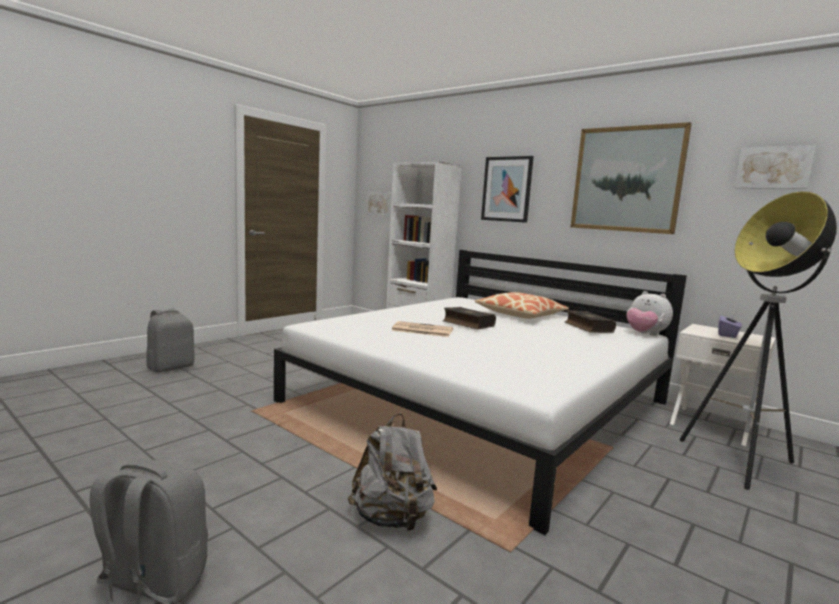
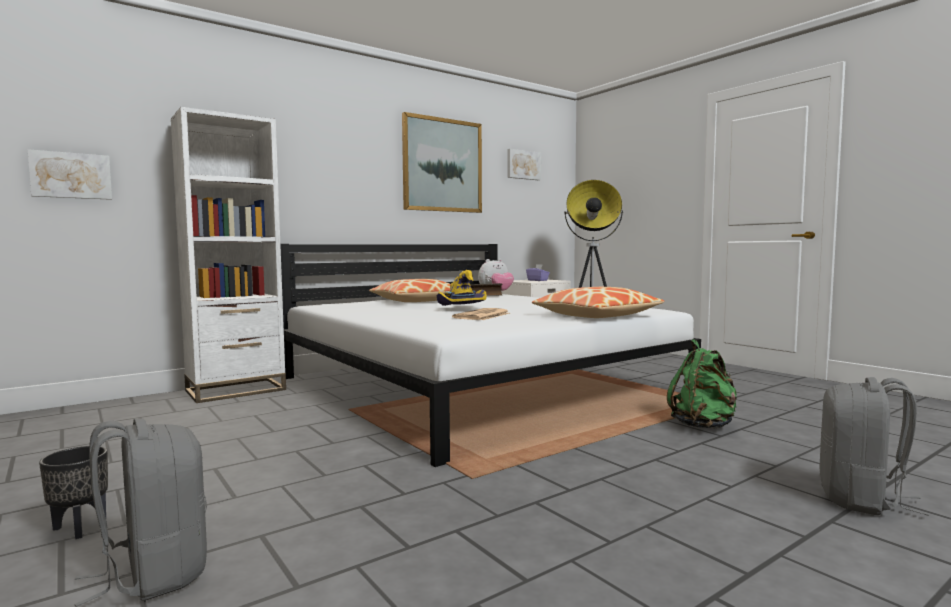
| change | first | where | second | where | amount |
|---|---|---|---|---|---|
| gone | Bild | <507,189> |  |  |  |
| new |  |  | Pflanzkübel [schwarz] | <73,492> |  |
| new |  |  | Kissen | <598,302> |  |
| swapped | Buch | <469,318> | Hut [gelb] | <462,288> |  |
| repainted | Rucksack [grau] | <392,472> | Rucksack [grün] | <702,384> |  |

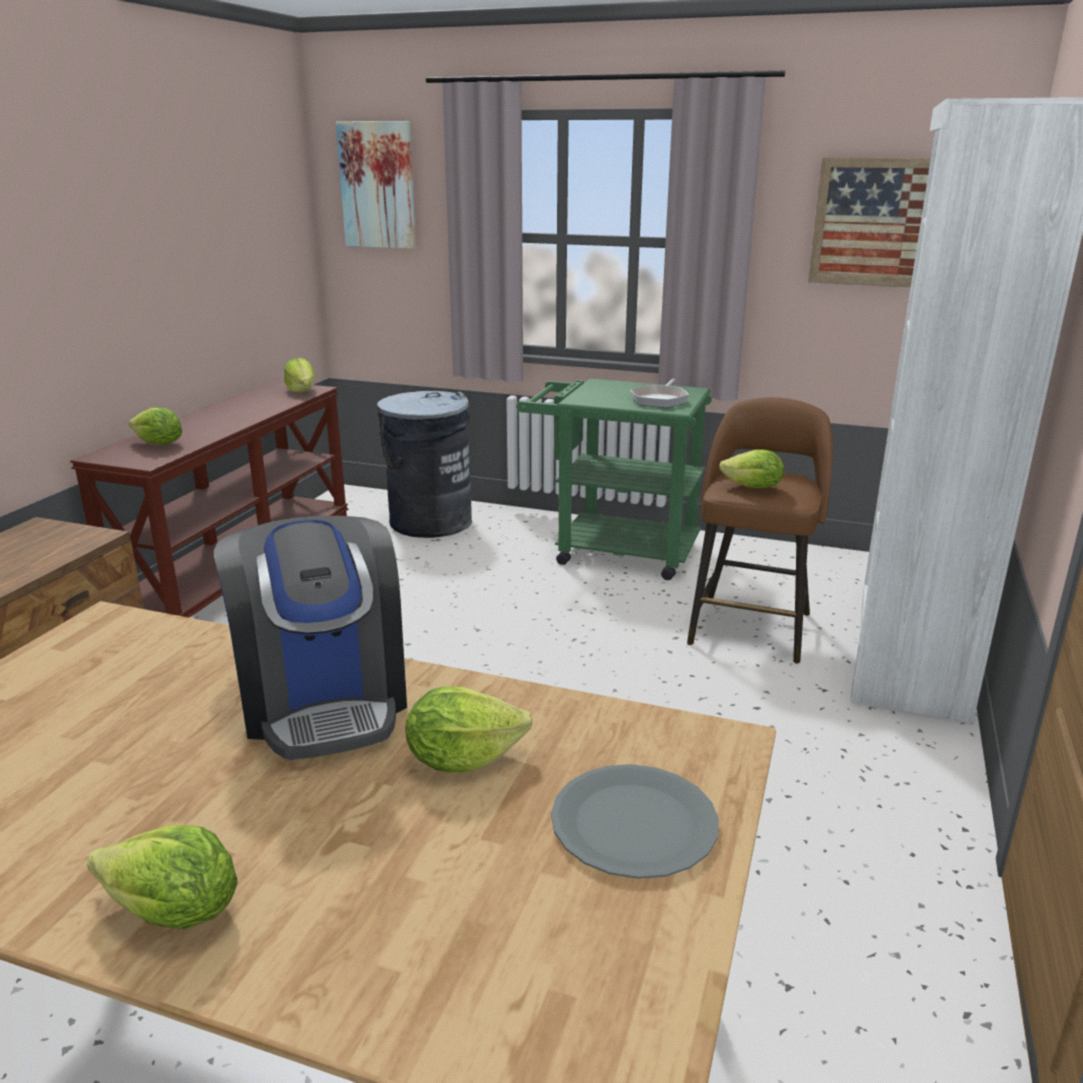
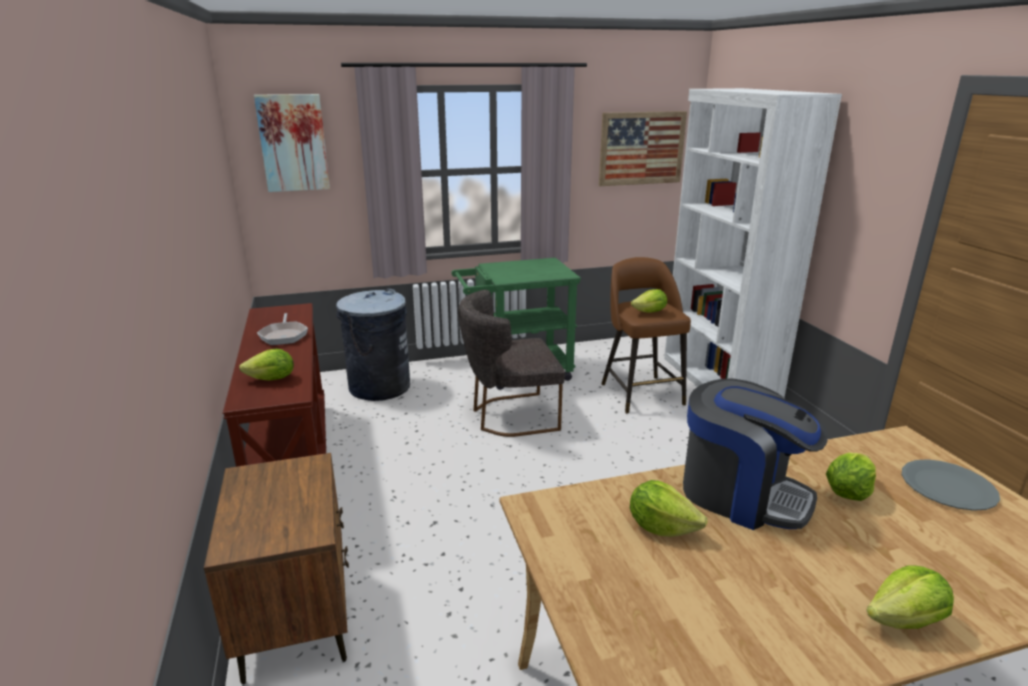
| change | first | where | second | where | amount |
|---|---|---|---|---|---|
| new |  |  | Stuhl [grau] | <511,363> |  |
| shifted | Salatkopf | <299,375> |  | <669,508> |  |
| shifted | Pfanne | <659,393> |  | <282,329> |  |

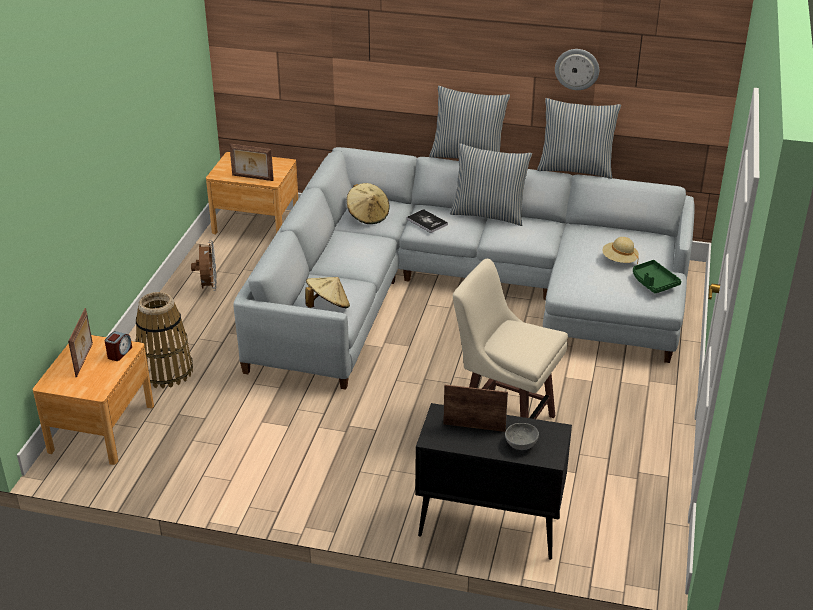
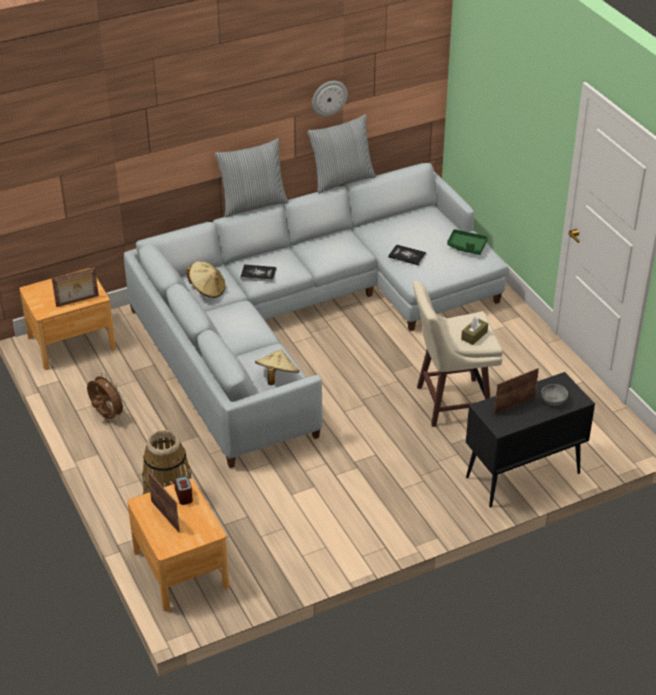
| change | first | where | second | where | amount |
|---|---|---|---|---|---|
| gone | Kissen | <491,184> |  |  |  |
| gone | Hut [beige] | <620,250> |  |  |  |
| new |  |  | Buch | <407,255> |  |
| new |  |  | Taschentuchbox [braun] | <474,331> |  |

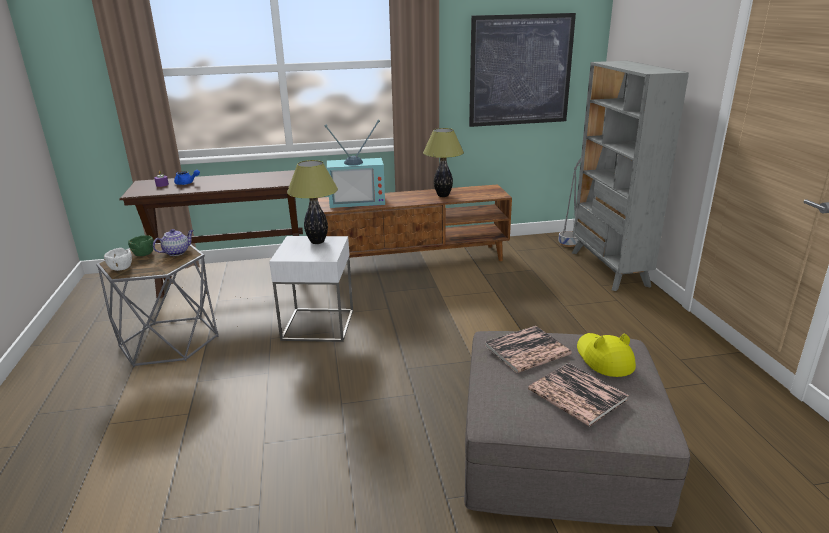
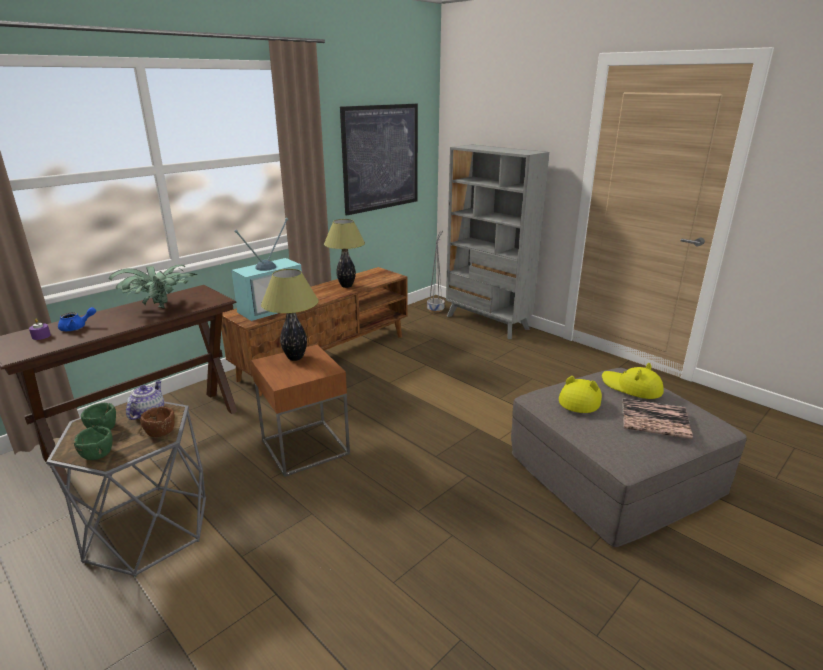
| change | first | where | second | where | amount |
|---|---|---|---|---|---|
| new |  |  | Topfpflanze | <152,287> |  |
| new |  |  | Schüssel [braun] | <157,421> |  |
| swapped | Buch | <528,349> | Hut [gelb] | <580,394> |  |
| repainted | Schüssel [weiß] | <118,259> | Schüssel [grün] | <93,443> |  |
| repainted | Beistelltisch [weiß] | <311,289> | Beistelltisch [braun] | <300,410> |  |

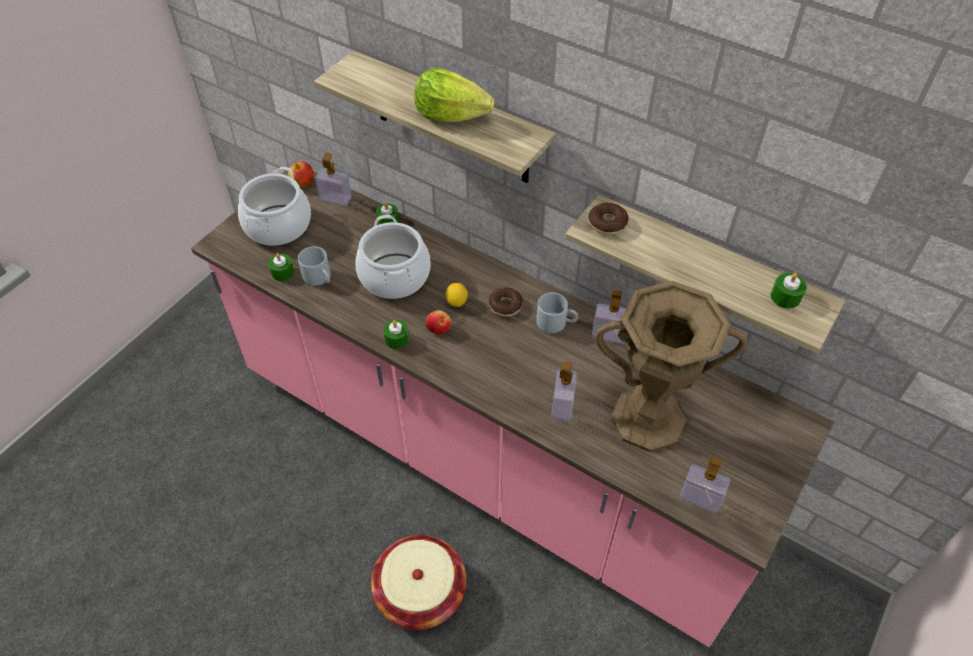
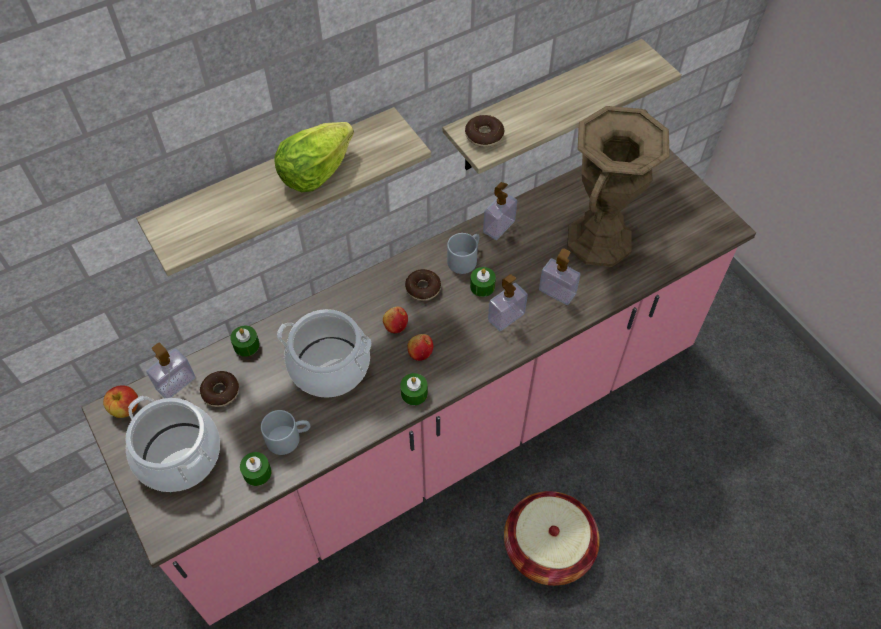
| change | first | where | second | where | amount |
|---|---|---|---|---|---|
| new |  |  | Donut | <219,389> |  |
| shifted | Seifenspender | <705,484> |  | <508,302> |  |
| shifted | Kerze [grün] | <789,291> |  | <483,282> |  |
| swapped | Zitrone | <457,295> | Apfel | <395,319> |  |

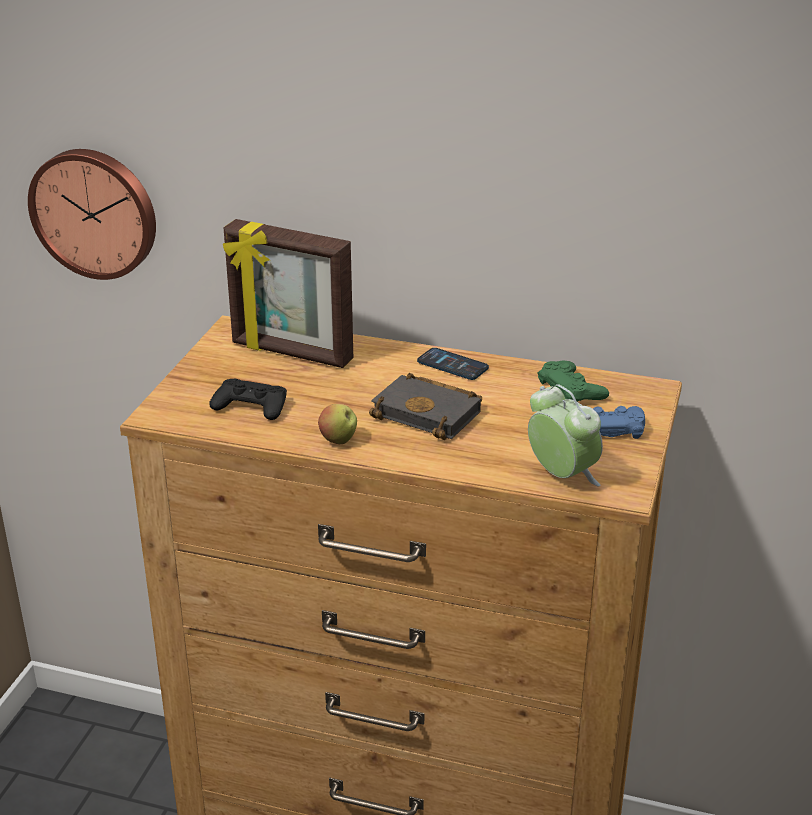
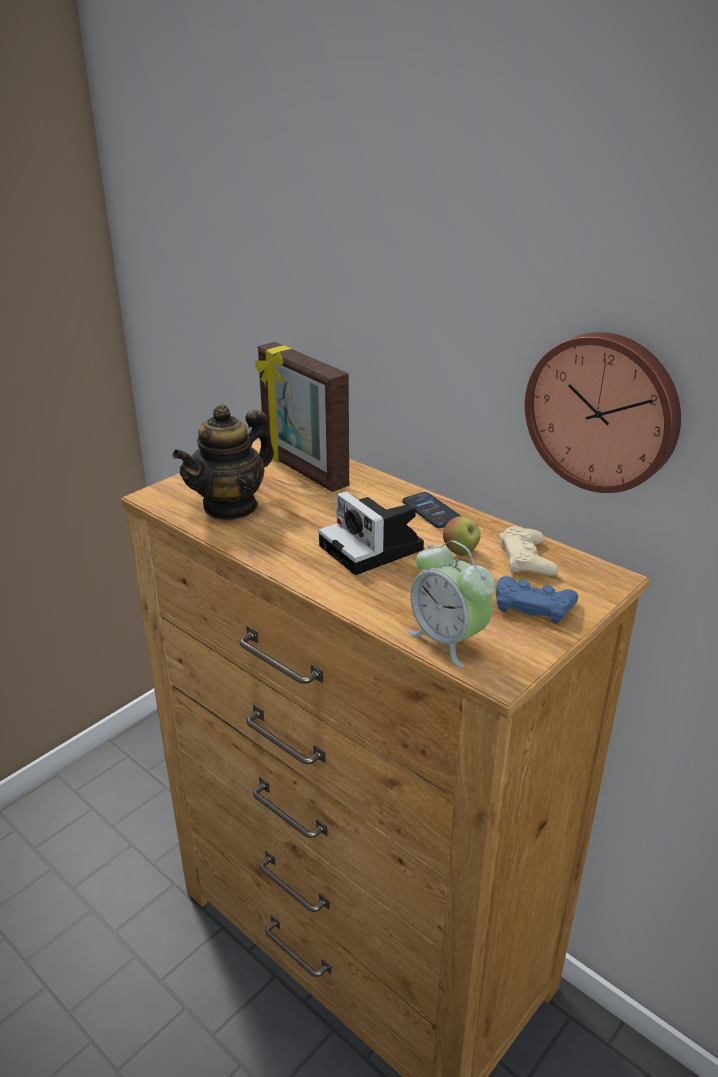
| change | first | where | second | where | amount |
|---|---|---|---|---|---|
| shifted | Wanduhr | <92,214> |  | <603,412> |  |
| shifted | Apfel | <337,424> |  | <462,536> |  |
| swapped | Gamepad [schwarz] | <248,399> | Teekanne | <223,462> |  |
| swapped | Buch [schwarz] | <425,406> | Kamera | <371,533> |  |
| repainted | Gamepad [grün] | <573,381> | Gamepad [beige] | <528,551> |  |
| rotated | Wecker | <565,435> |  | <451,603> | 150 degrees clockwise |

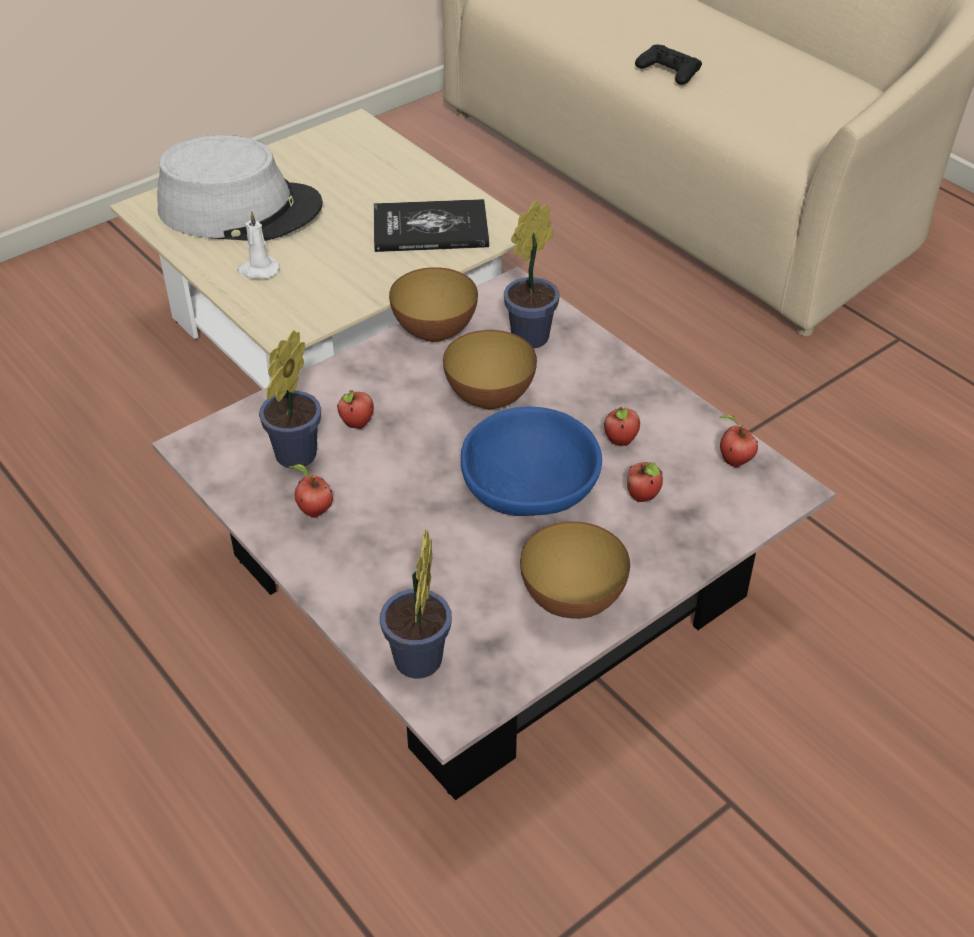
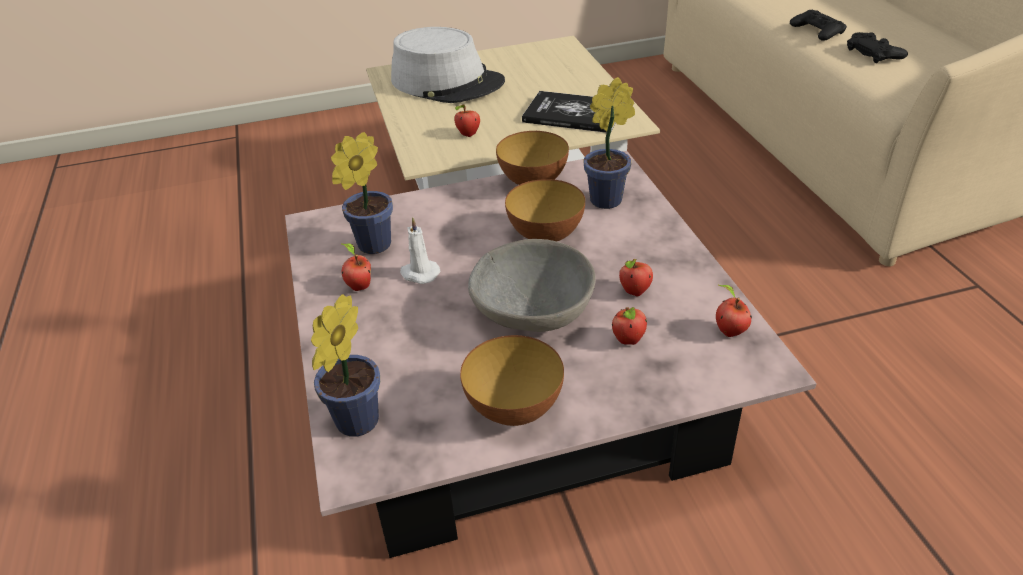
| change | first | where | second | where | amount |
|---|---|---|---|---|---|
| new |  |  | Gamepad [schwarz] | <877,47> |  |
| shifted | Kerze [weiß] | <258,245> |  | <420,250> |  |
| shifted | Apfel | <355,409> |  | <467,120> |  |
| repainted | Schüssel [blau] | <531,461> | Schüssel [grau] | <532,285> |  |

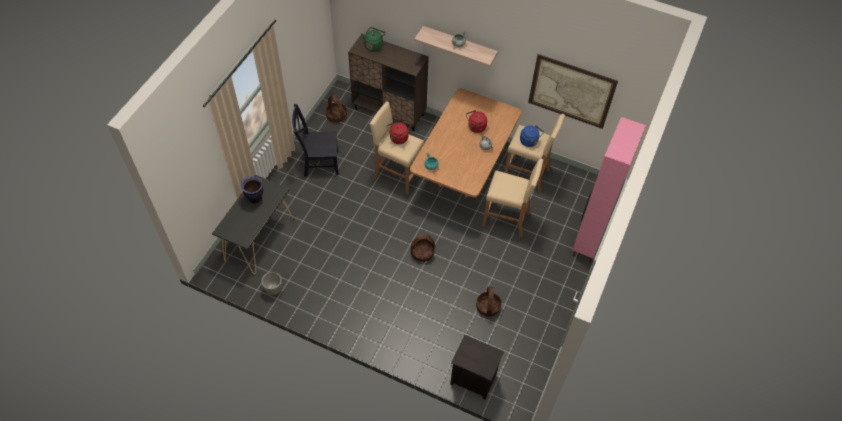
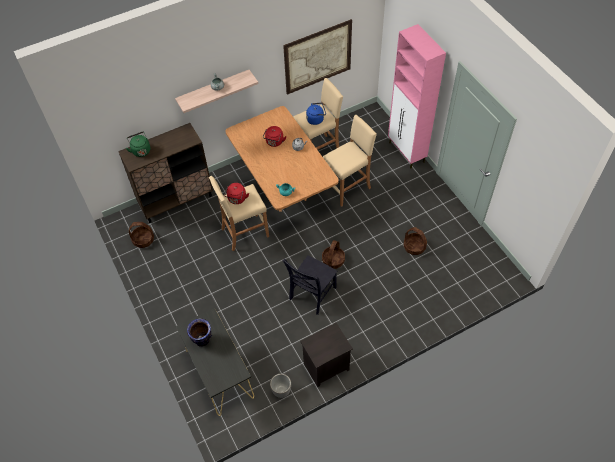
| change | first | where | second | where | amount |
|---|---|---|---|---|---|
| shifted | Stuhl [schwarz] | <315,140> |  | <309,285> |  |
| shifted | Nachttisch [schwarz] | <477,367> |  | <326,355> |  |

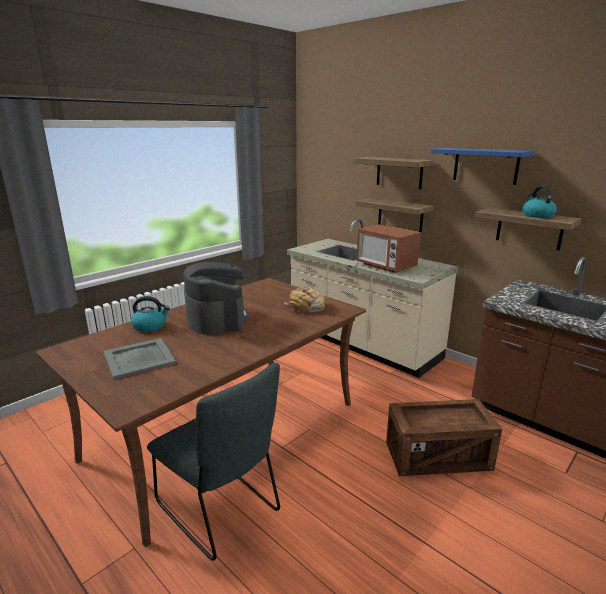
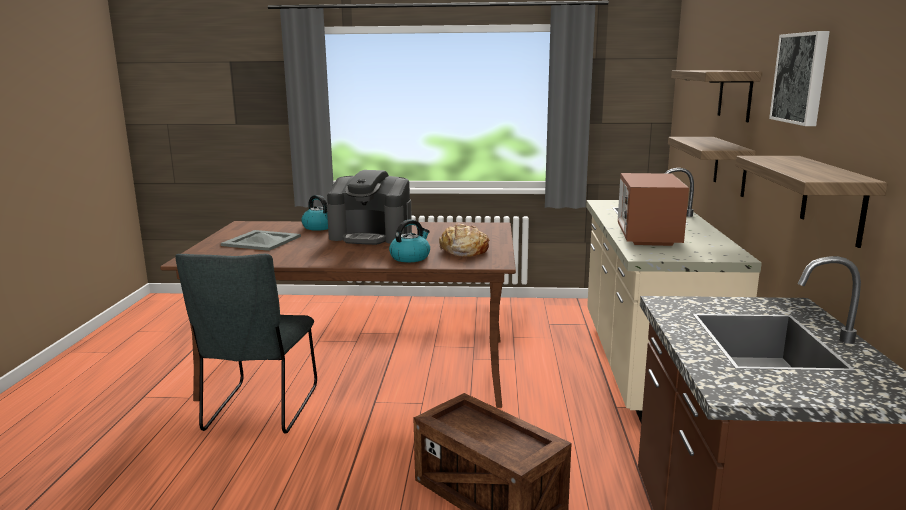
| change | first | where | second | where | amount |
|---|---|---|---|---|---|
| shifted | Wasserkessel | <540,202> |  | <409,240> |  |
| swapped | Wandregal [blau] | <482,166> | Bild | <799,78> |  |
| rotated | Kaffeemaschine | <216,298> |  | <369,207> | 75 degrees clockwise |

